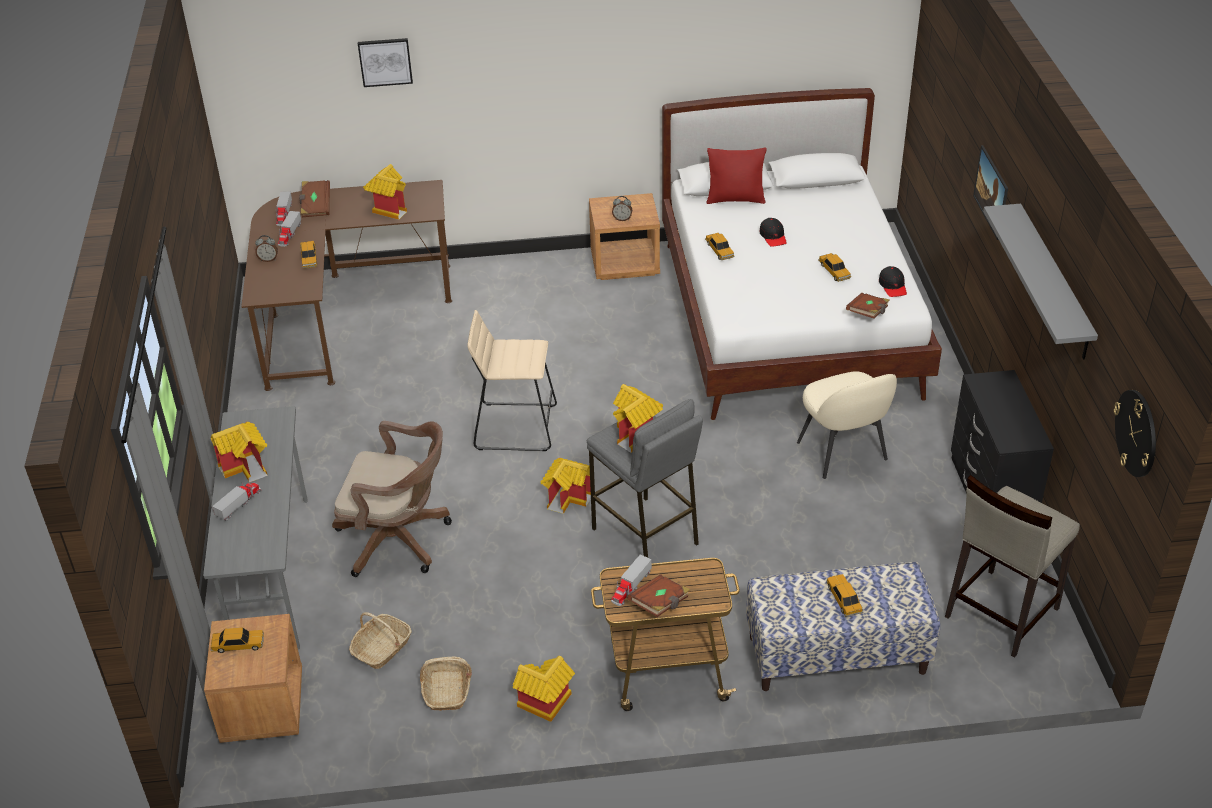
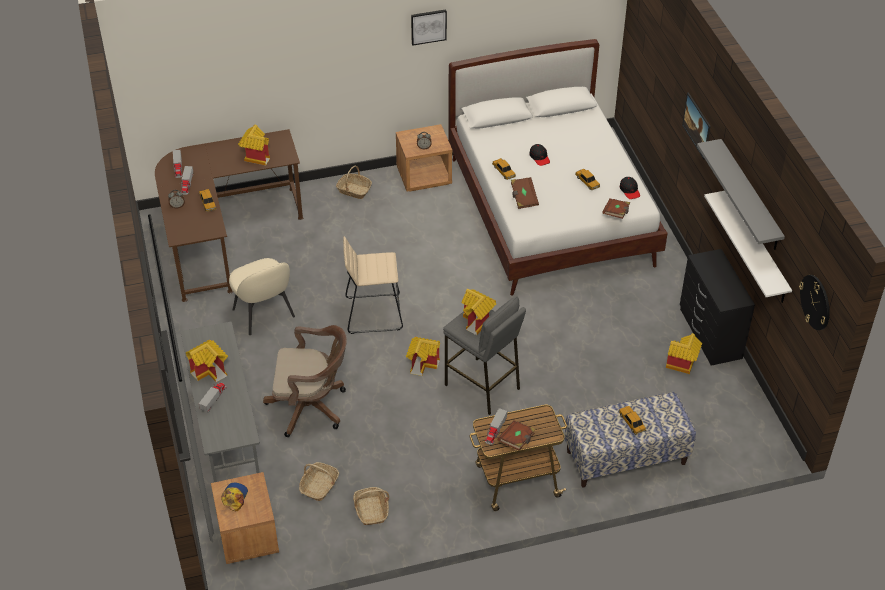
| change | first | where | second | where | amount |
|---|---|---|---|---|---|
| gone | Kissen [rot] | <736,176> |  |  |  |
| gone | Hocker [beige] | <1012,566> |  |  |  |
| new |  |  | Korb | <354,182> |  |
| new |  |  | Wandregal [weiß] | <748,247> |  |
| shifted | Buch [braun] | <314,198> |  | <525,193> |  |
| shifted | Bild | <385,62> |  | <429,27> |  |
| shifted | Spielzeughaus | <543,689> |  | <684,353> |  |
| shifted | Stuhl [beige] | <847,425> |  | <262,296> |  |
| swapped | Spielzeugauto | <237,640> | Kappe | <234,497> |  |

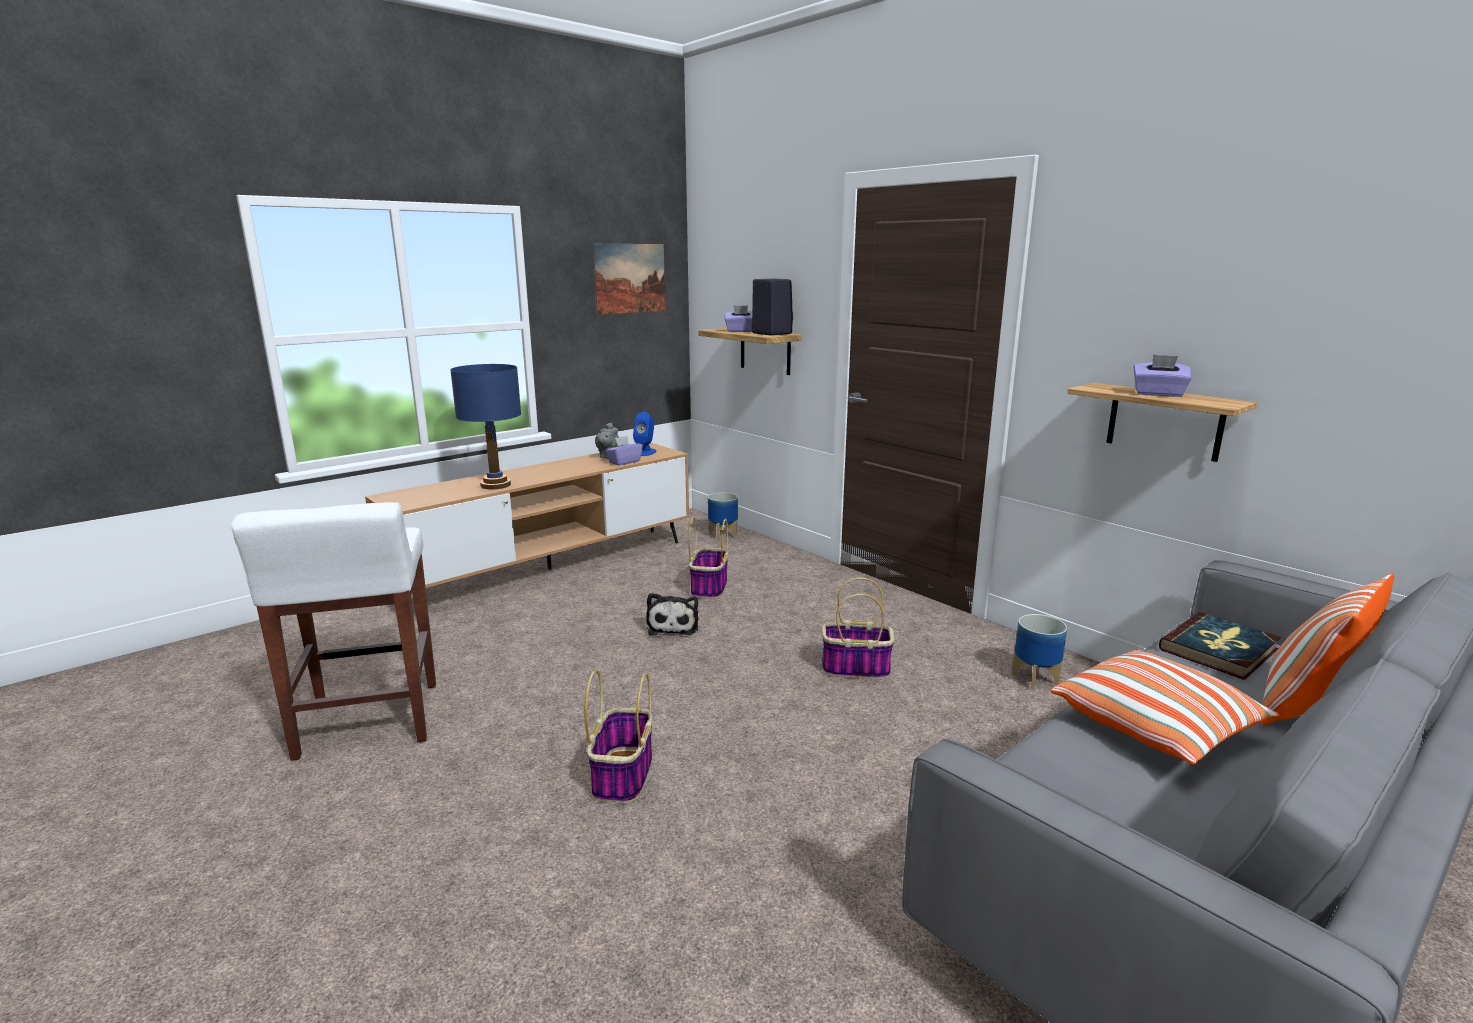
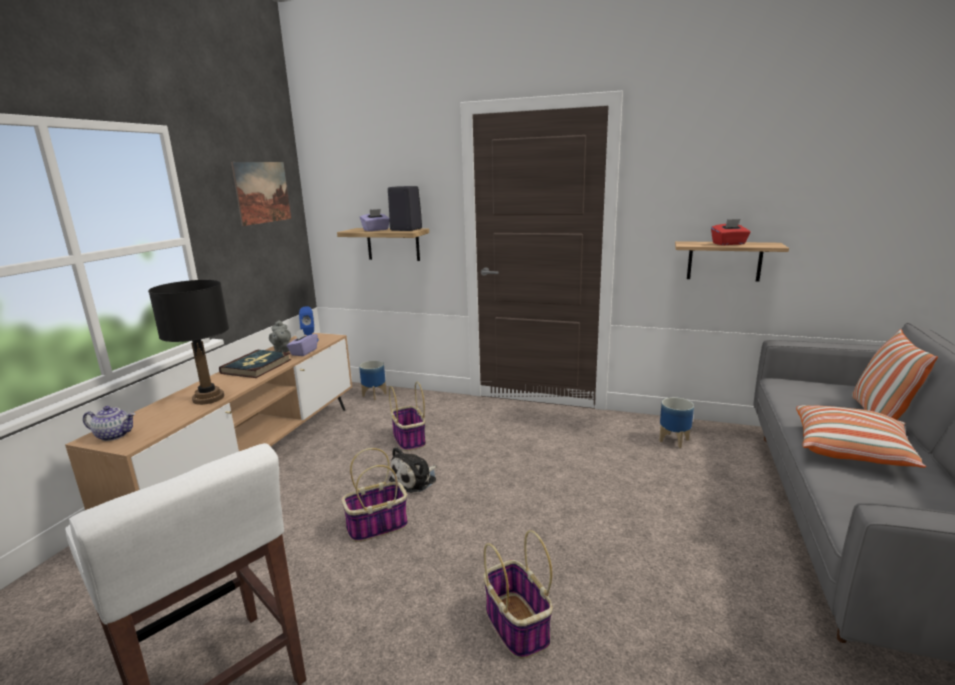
| change | first | where | second | where | amount |
|---|---|---|---|---|---|
| new |  |  | Teekanne | <109,423> |  |
| shifted | Korb | <858,628> |  | <374,495> |  |
| shifted | Buch | <1220,646> |  | <255,363> |  |
| repainted | Tischlampe [blau] | <485,426> | Tischlampe [schwarz] | <188,342> |  |
| repainted | Taschentuchbox [lila] | <1163,375> | Taschentuchbox [rot] | <731,232> |  |
| rotated | Plüschtier | <672,614> |  | <413,470> | 75 degrees clockwise |

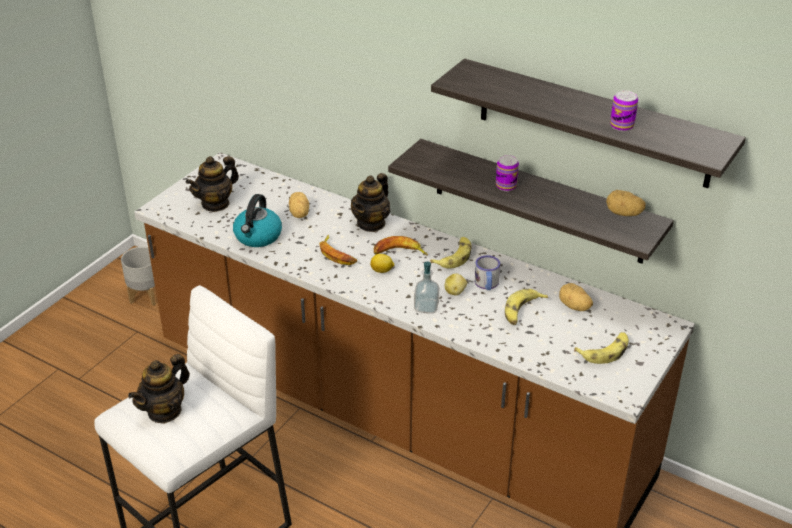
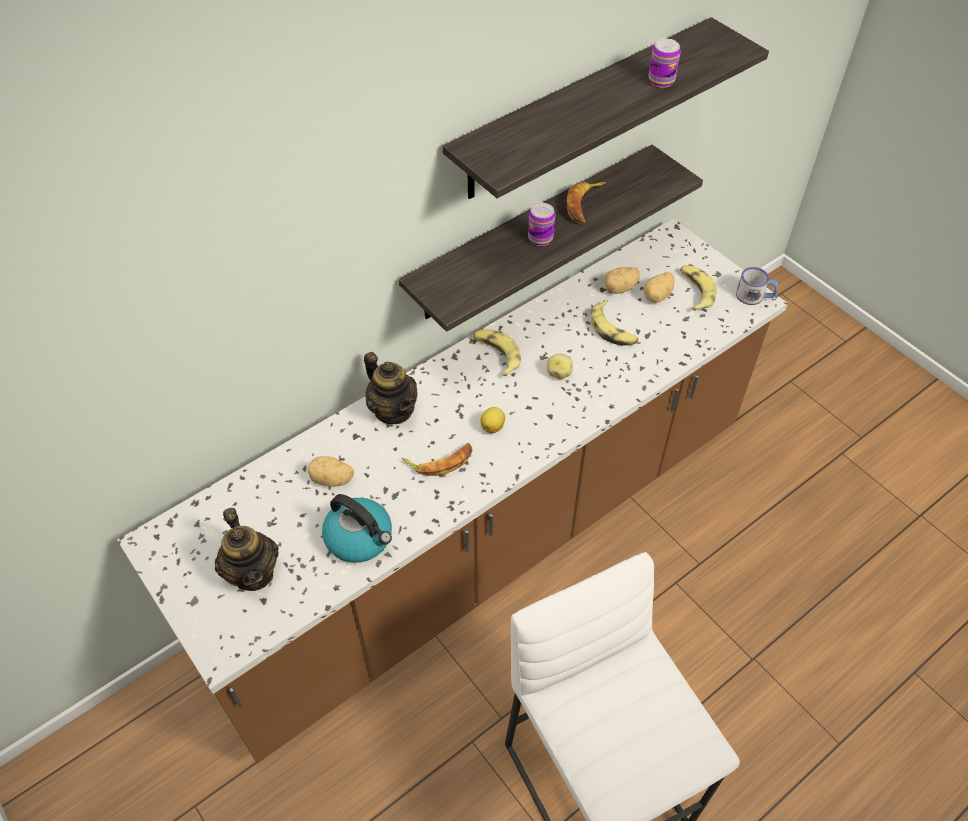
| change | first | where | second | where | amount |
|---|---|---|---|---|---|
| gone | Pflanzkübel [grau] | <138,276> |  |  |  |
| gone | Teekanne | <159,389> |  |  |  |
| gone | Seifenspender | <426,287> |  |  |  |
| shifted | Banane | <401,245> |  | <586,203> |  |
| shifted | Henkelbecher | <487,272> |  | <757,286> |  |
| shifted | Kartoffel | <626,203> |  | <658,287> |  |

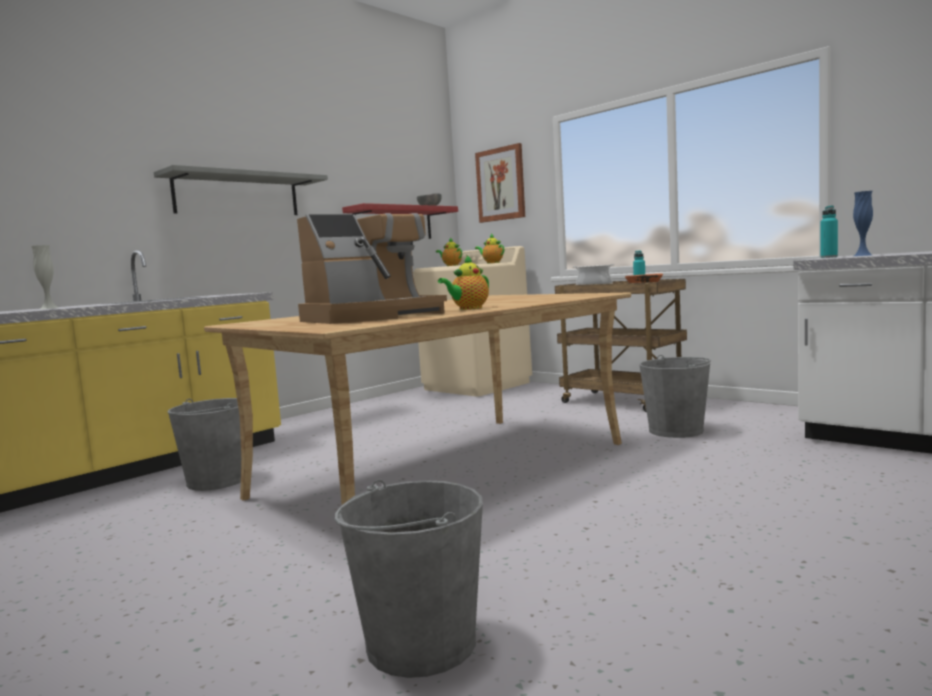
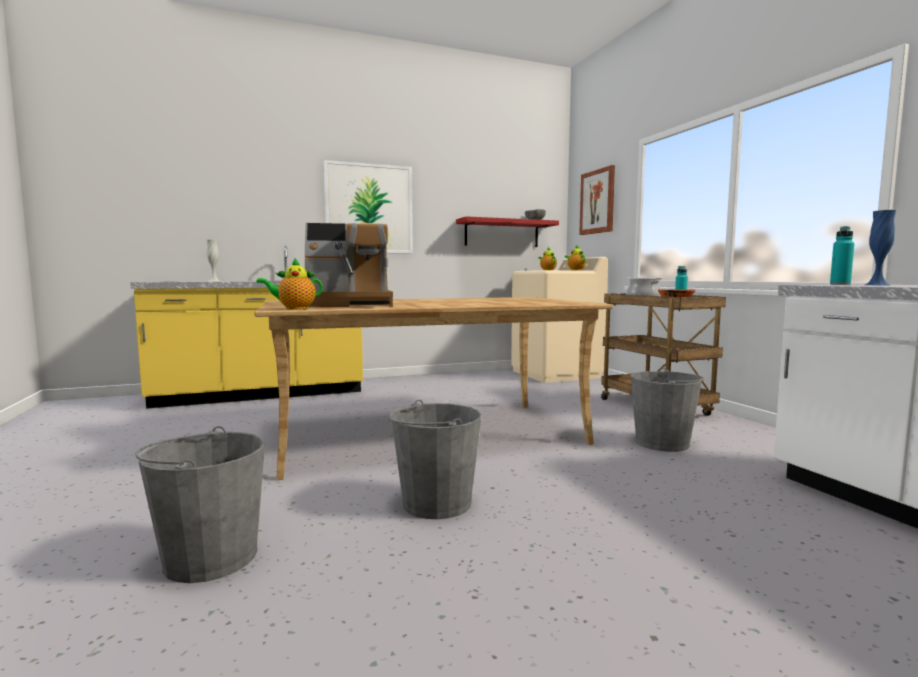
| change | first | where | second | where | amount |
|---|---|---|---|---|---|
| shifted | Eimer [grau] | <204,444> |  | <435,459> |  |
| shifted | Teekanne | <463,282> |  | <289,284> |  |
| swapped | Wandregal [grau] | <241,190> | Bild | <368,206> |  |

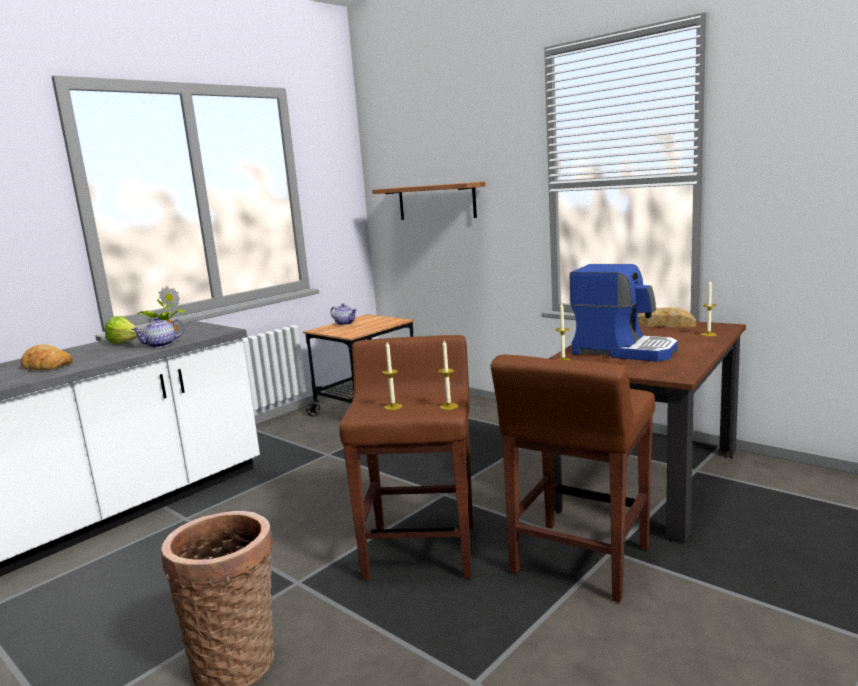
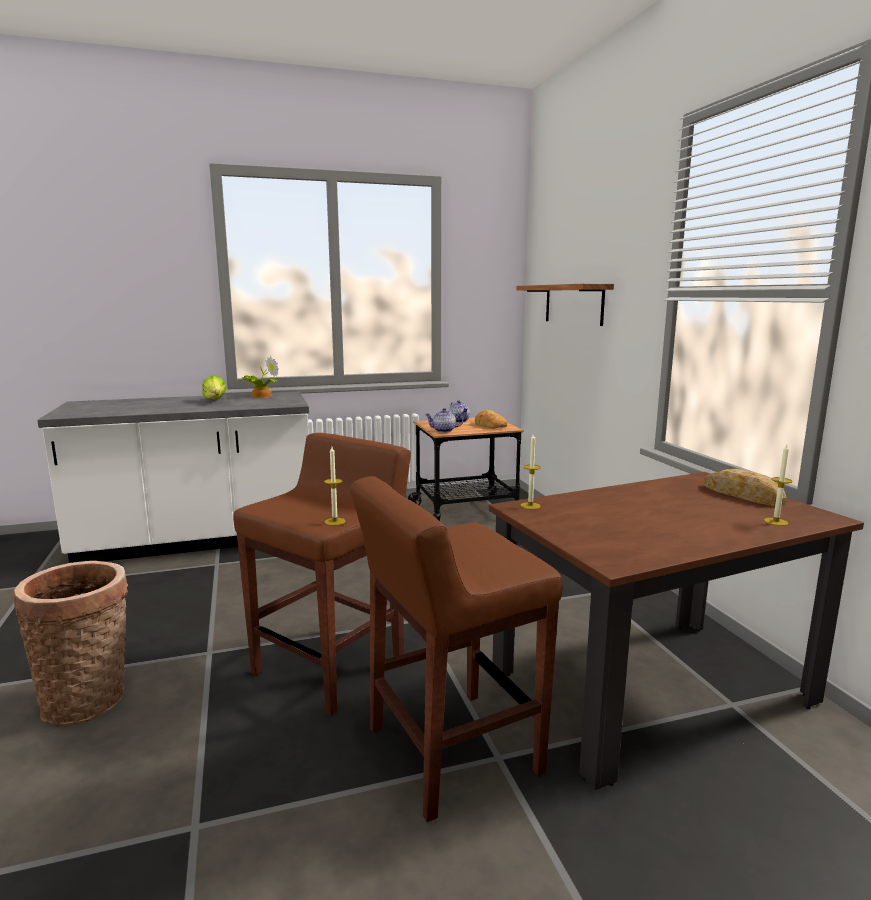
| change | first | where | second | where | amount |
|---|---|---|---|---|---|
| gone | Kerze | <392,376> |  |  |  |
| gone | Kaffeemaschine | <624,313> |  |  |  |
| shifted | Brot | <47,357> |  | <491,419> |  |
| shifted | Teekanne | <158,332> |  | <444,420> |  |

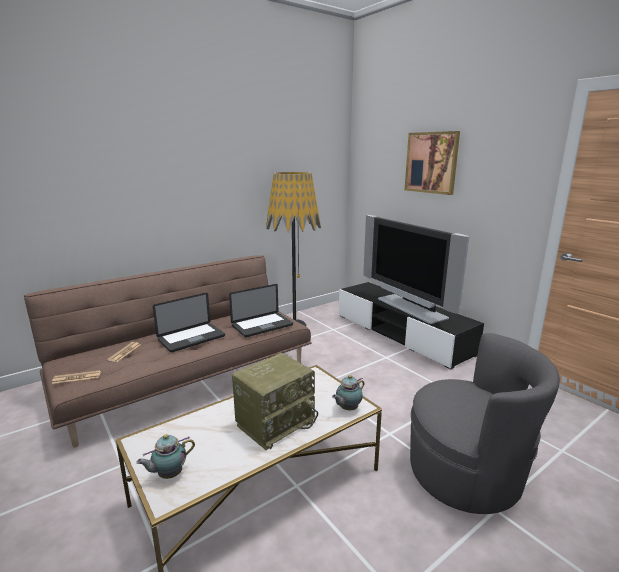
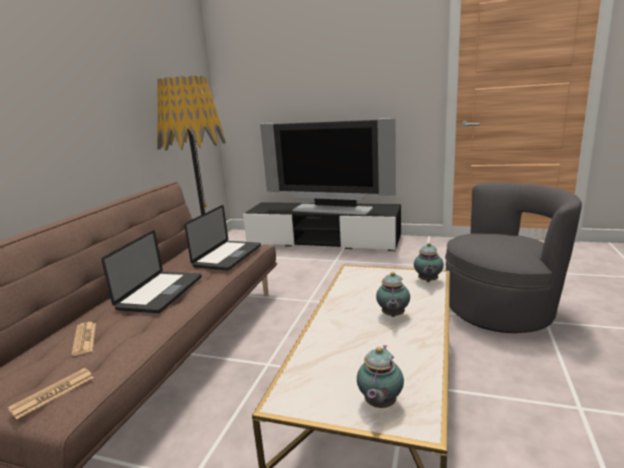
| change | first | where | second | where | amount |
|---|---|---|---|---|---|
| gone | Bild | <432,163> |  |  |  |
| swapped | Radio | <275,401> | Teekanne | <393,294> |  |

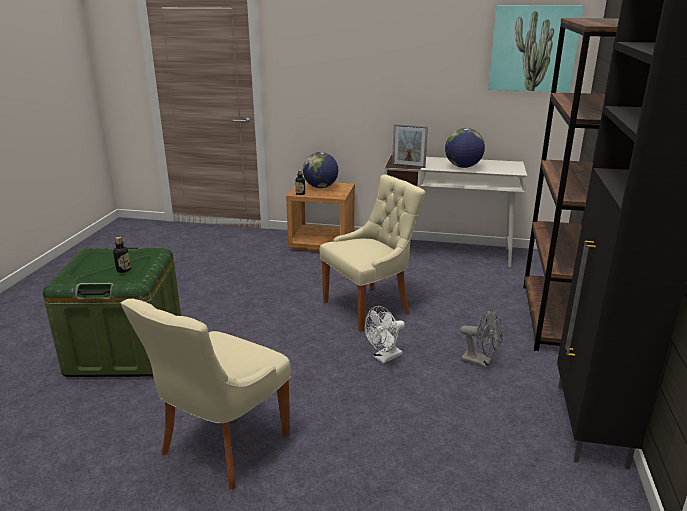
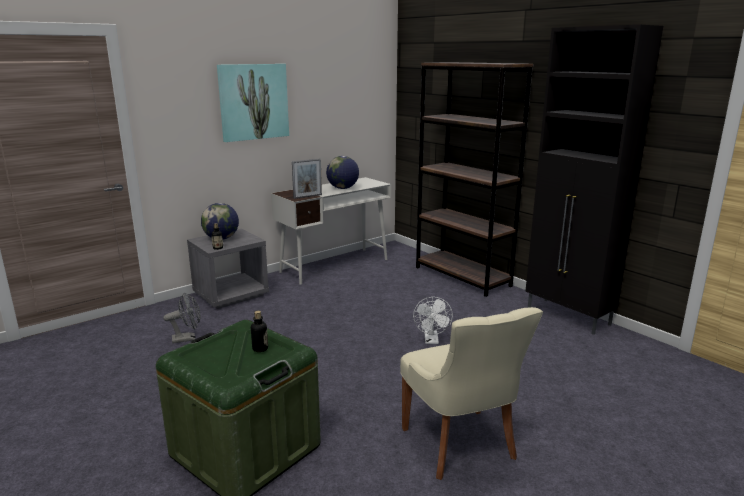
| change | first | where | second | where | amount |
|---|---|---|---|---|---|
| gone | Stuhl [beige] | <372,253> |  |  |  |
| shifted | Ventilator [grau] | <481,339> |  | <181,318> |  |
| shifted | Bild | <536,48> |  | <253,103> |  |
| repainted | Nachttisch [braun] | <320,216> | Nachttisch [grau] | <228,269> |  |

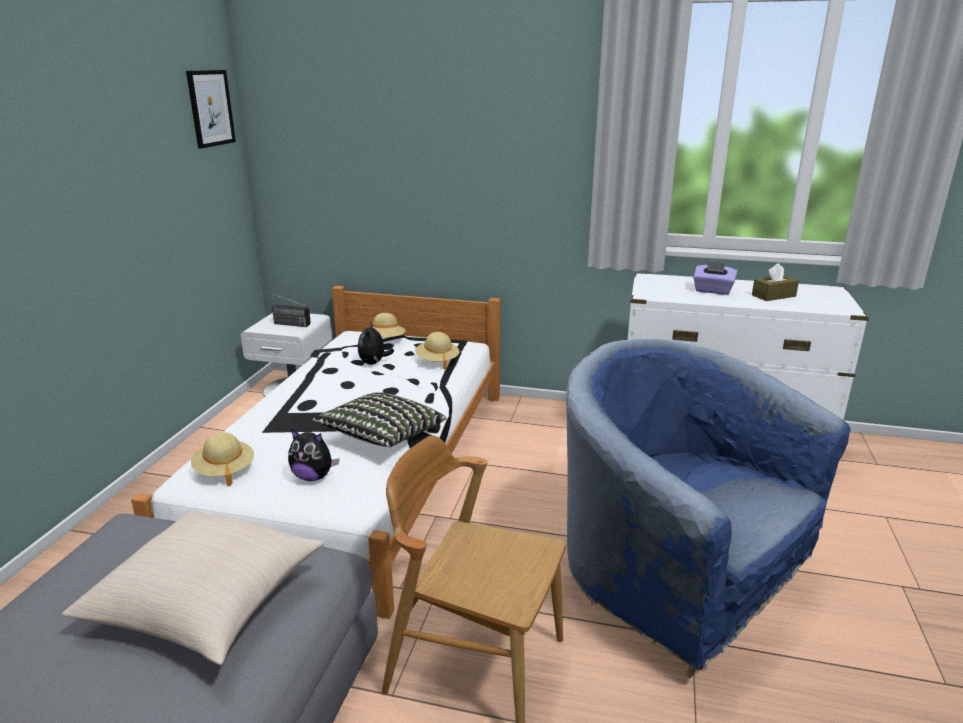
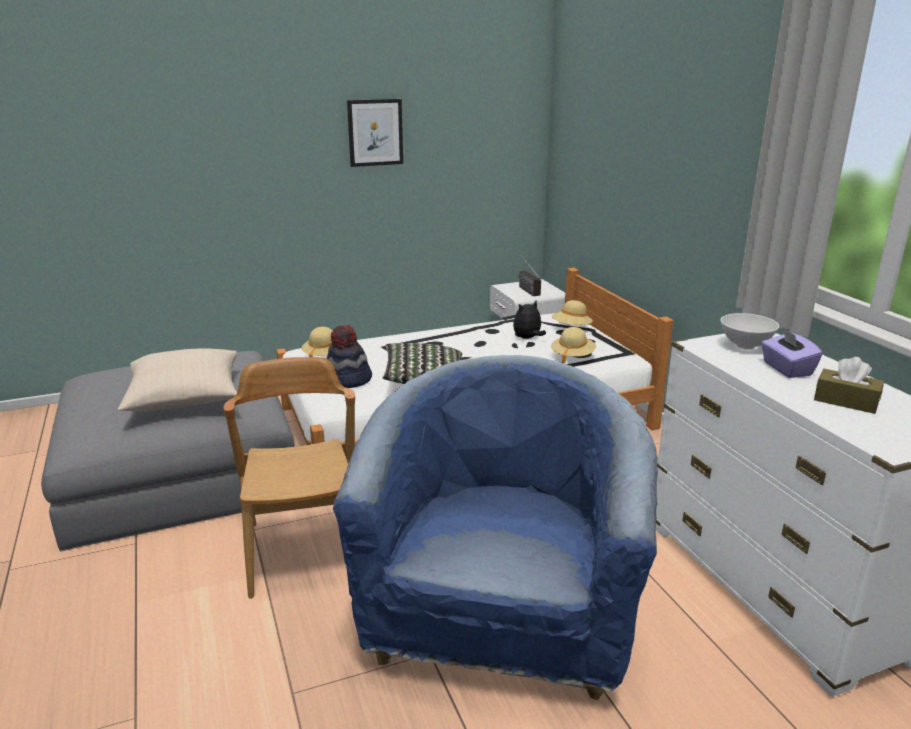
| change | first | where | second | where | amount |
|---|---|---|---|---|---|
| new |  |  | Schüssel [weiß] | <750,331> |  |
| shifted | Bild | <211,109> |  | <375,133> |  |
| swapped | Plüschtier | <313,455> | Hut | <349,356> |  |

